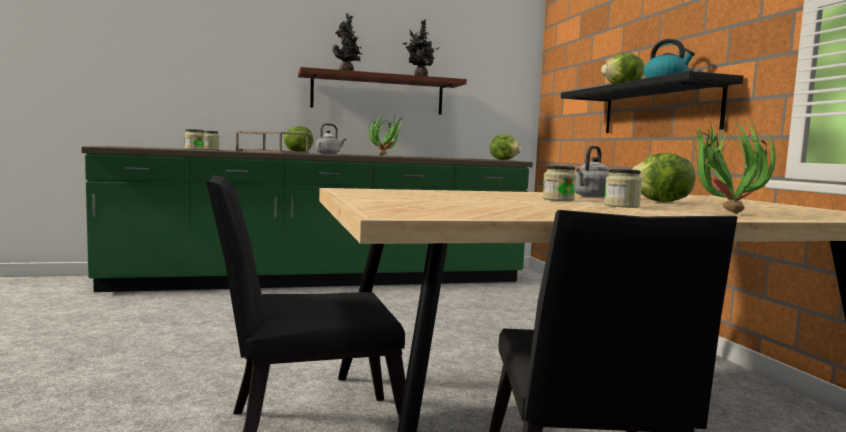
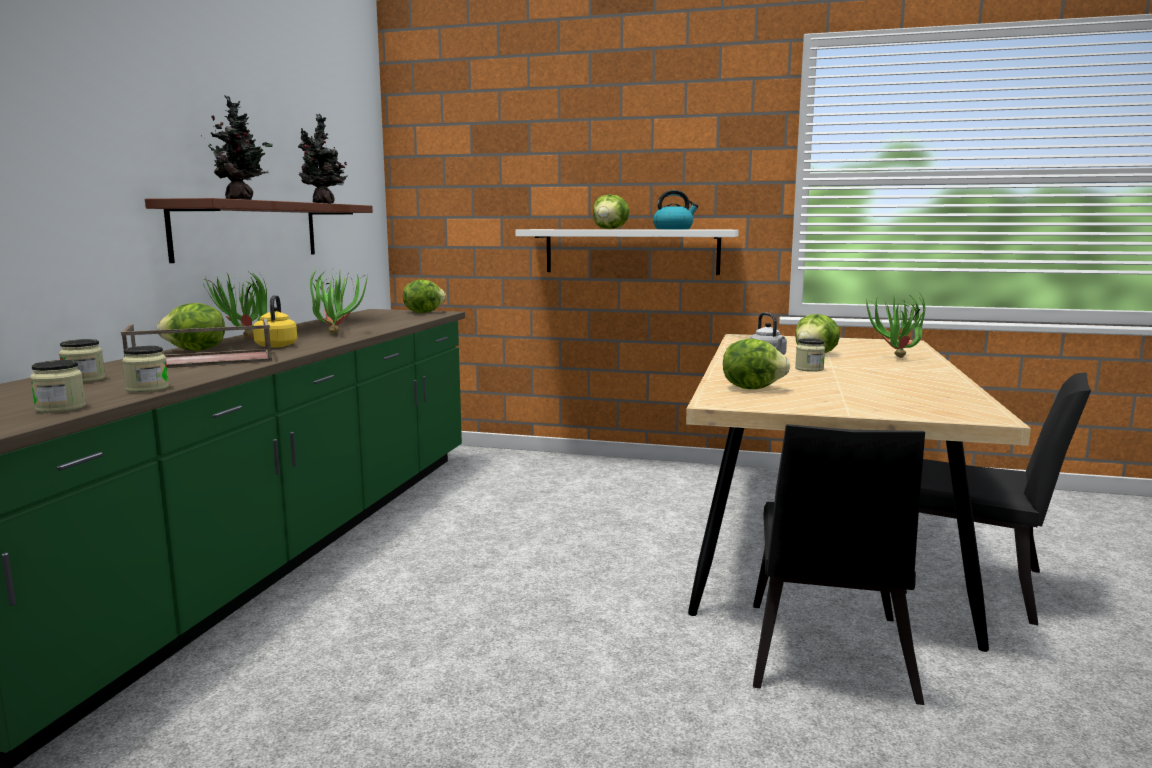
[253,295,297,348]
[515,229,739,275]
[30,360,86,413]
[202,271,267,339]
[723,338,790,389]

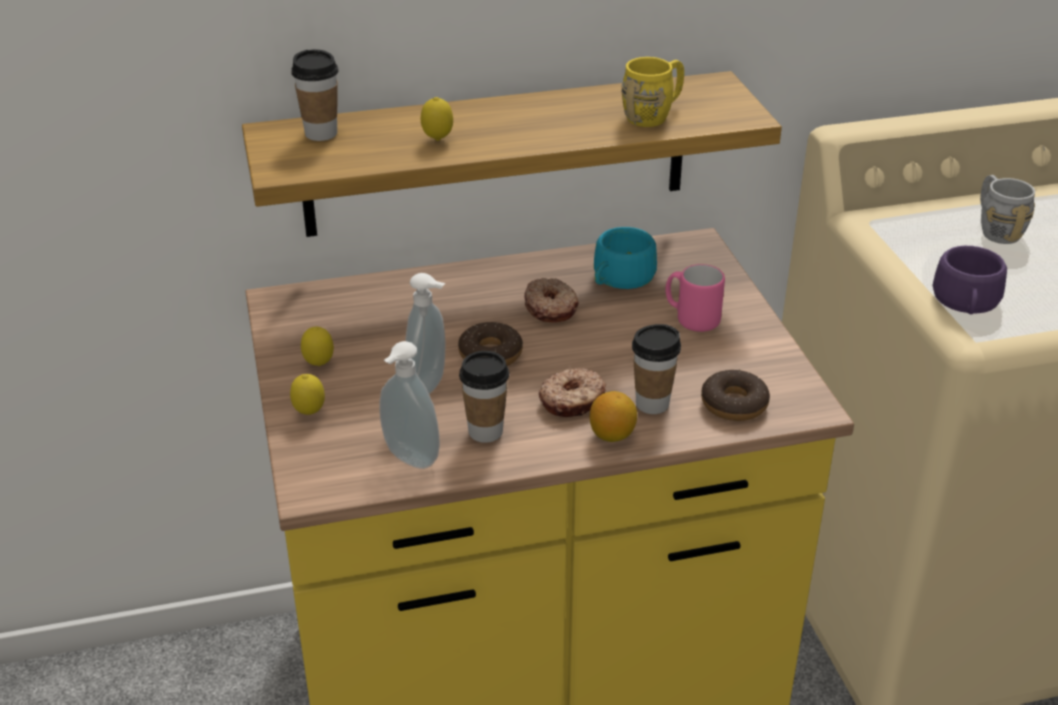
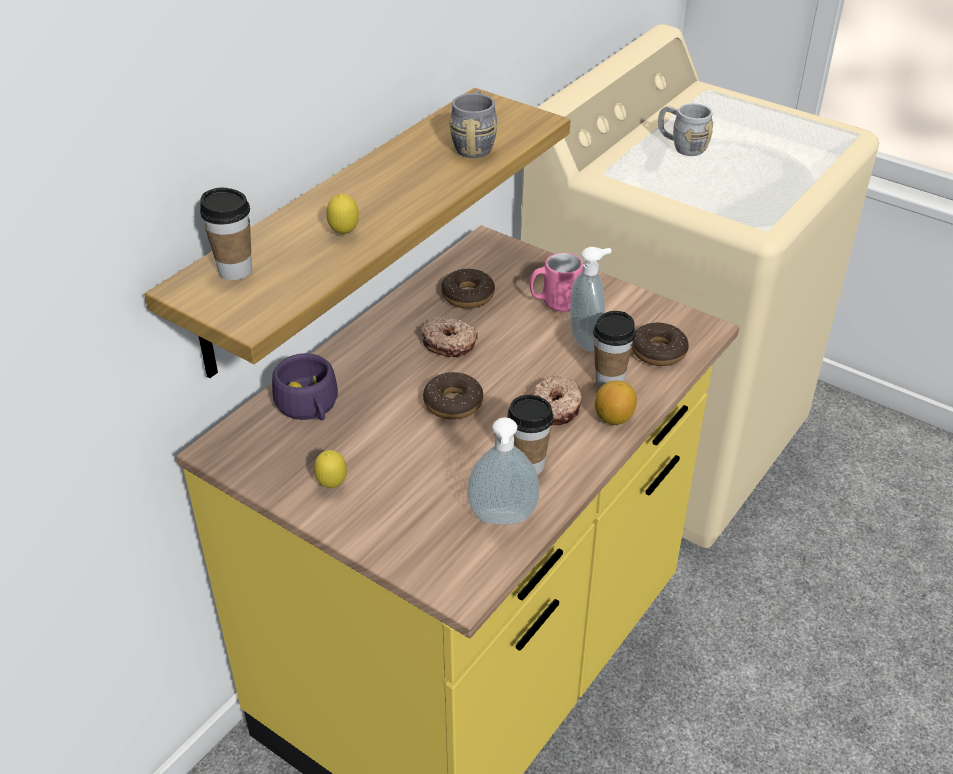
[290,374,325,415] (first image)
[570,247,612,352]
[441,269,495,308]
[449,90,497,158]
[272,353,338,420]

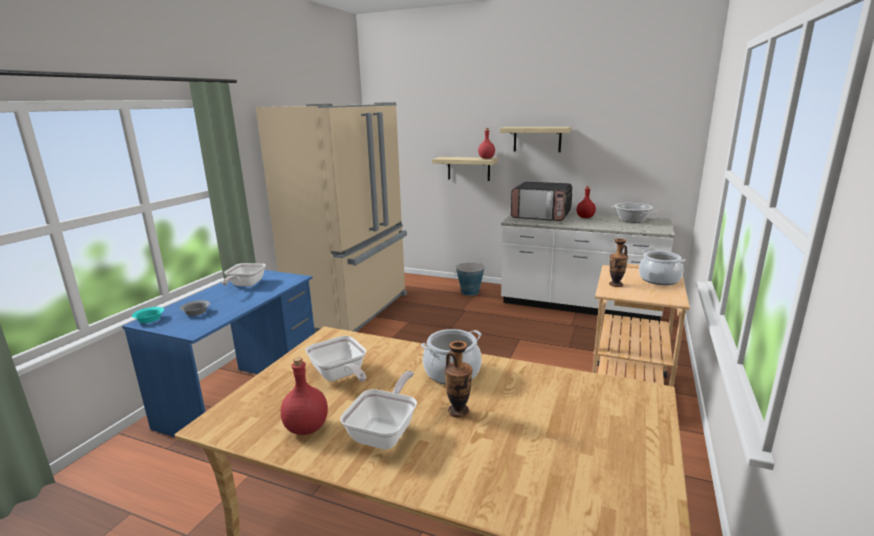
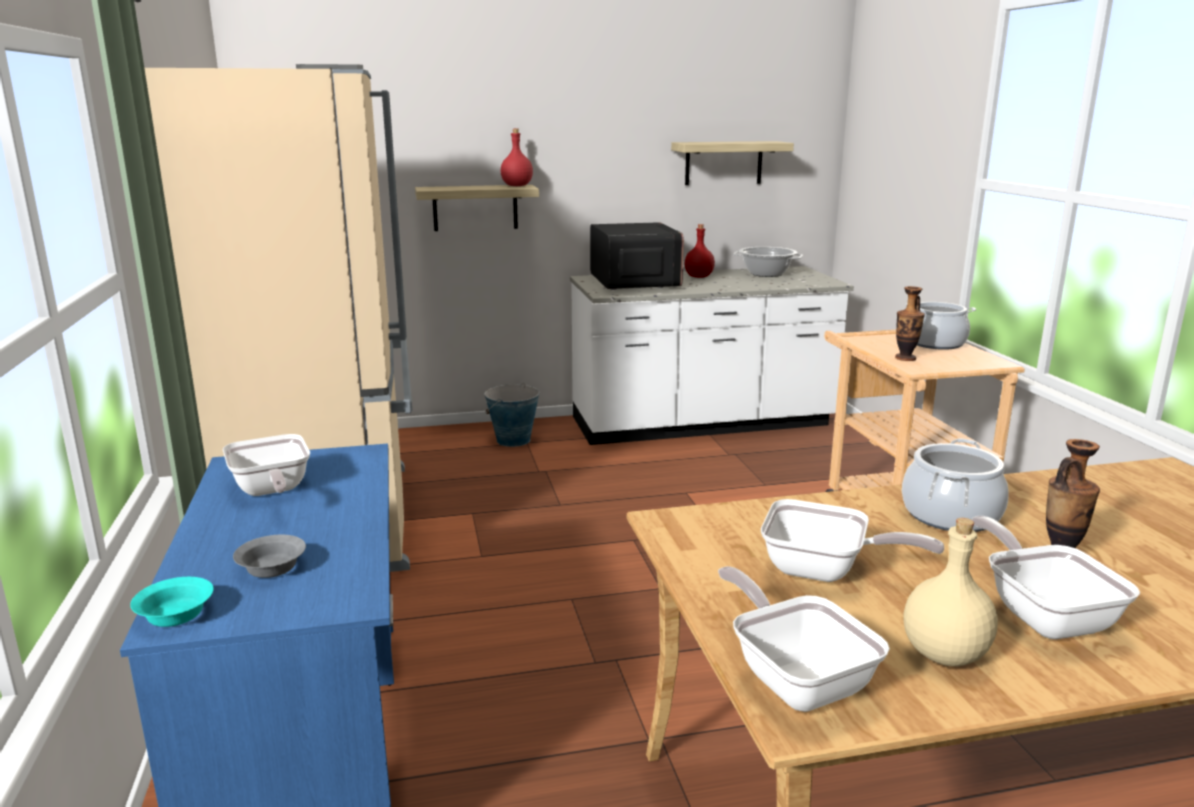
[903,518,998,667]
[671,141,794,185]
[590,222,684,290]
[718,566,890,712]

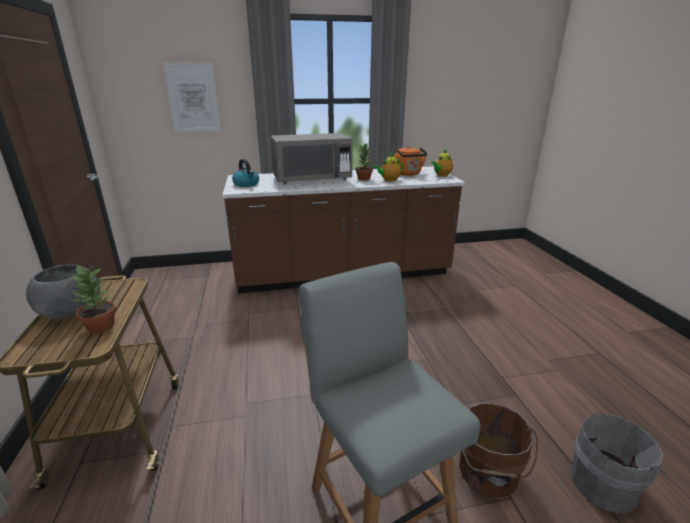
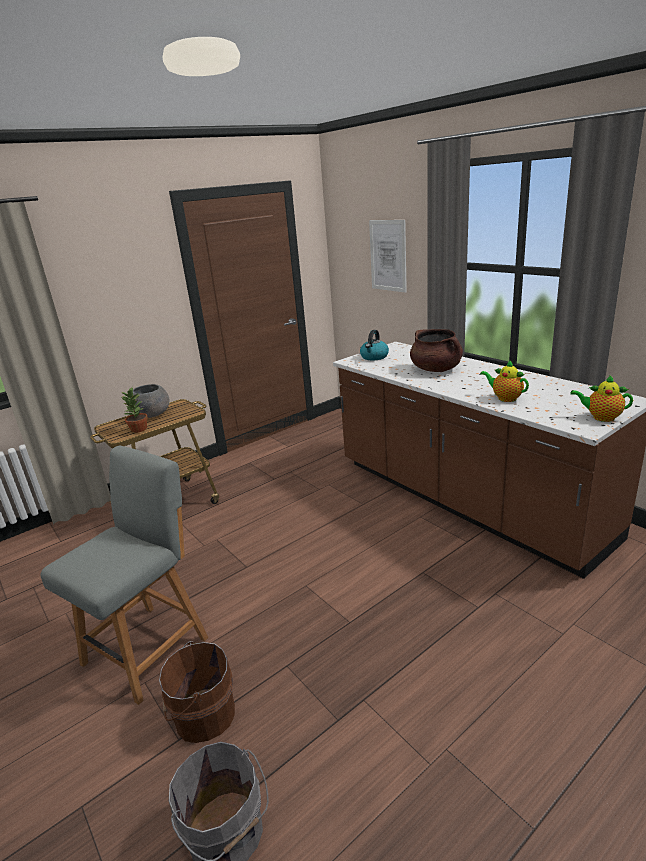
[410,329,463,372]
[356,144,373,180] (first image)
[394,146,427,176] (first image)

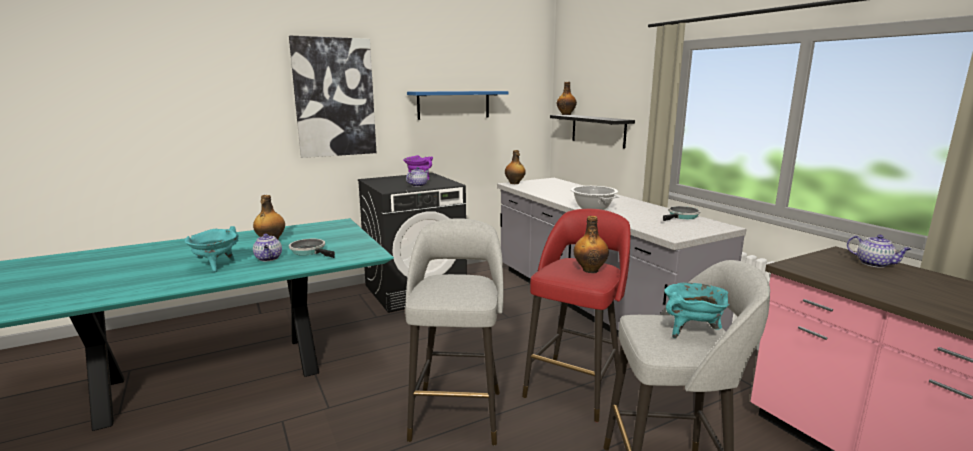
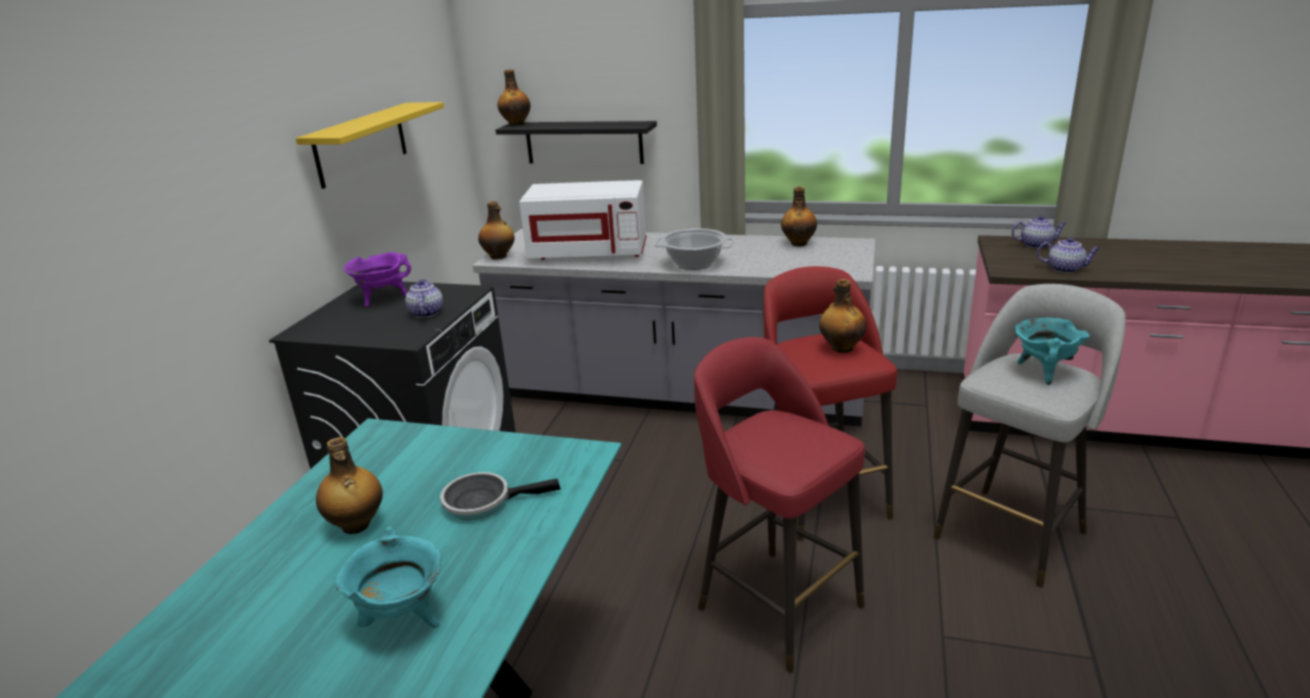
[1037,237,1100,273]
[289,36,376,158] (first image)
[694,337,865,673]
[296,102,444,189]
[781,187,817,247]
[519,180,647,260]

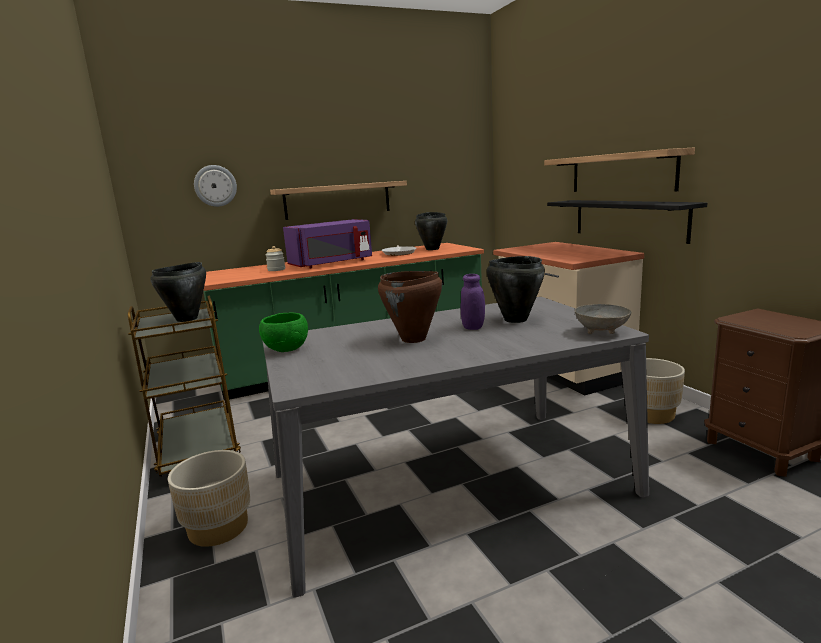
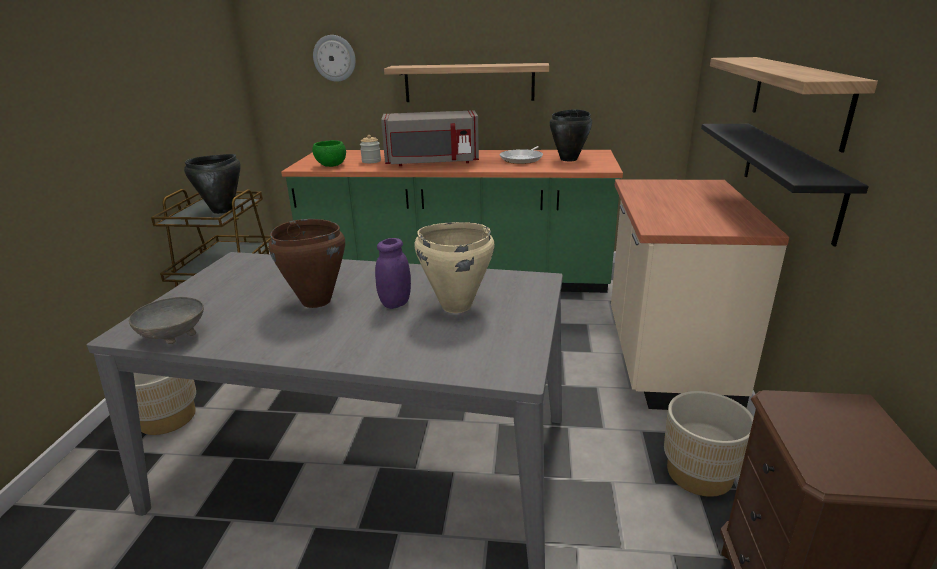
[312,140,346,167]
[381,110,479,166]
[414,222,495,313]
[129,297,204,344]

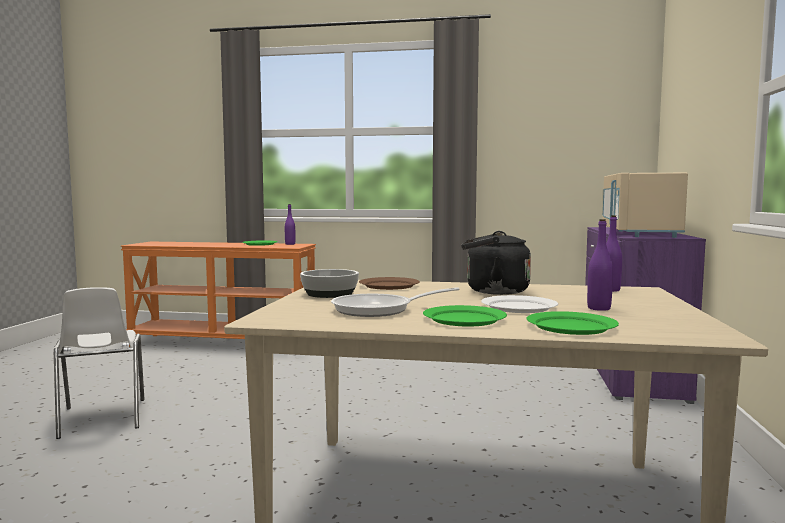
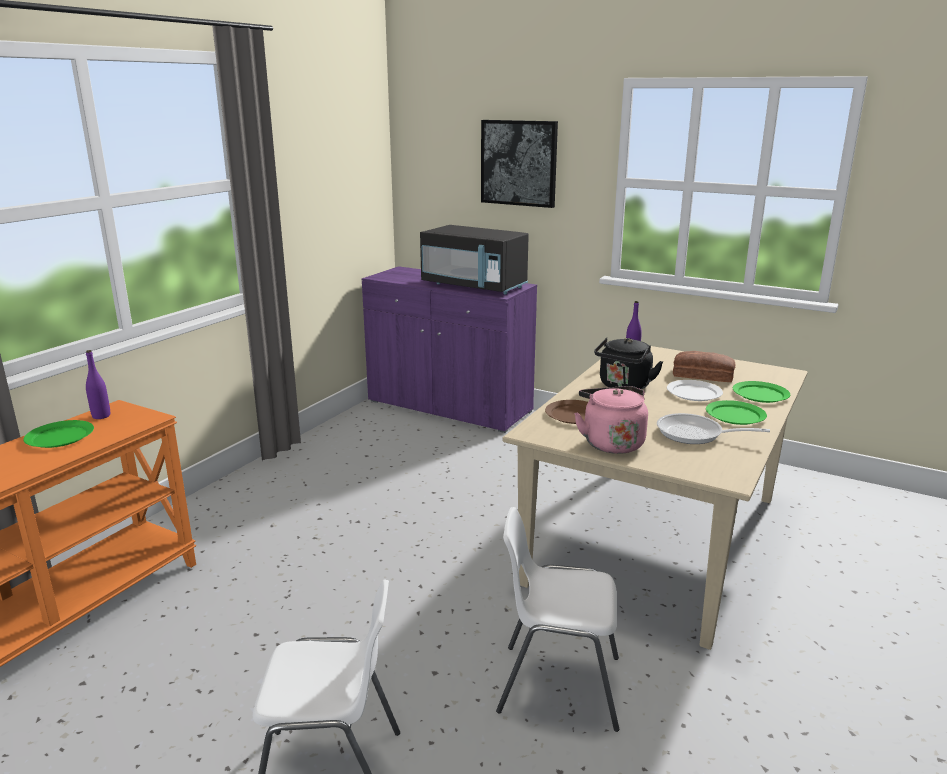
[574,386,648,454]
[657,413,770,444]
[673,351,735,382]
[420,225,529,295]
[481,120,558,208]
[496,507,619,732]

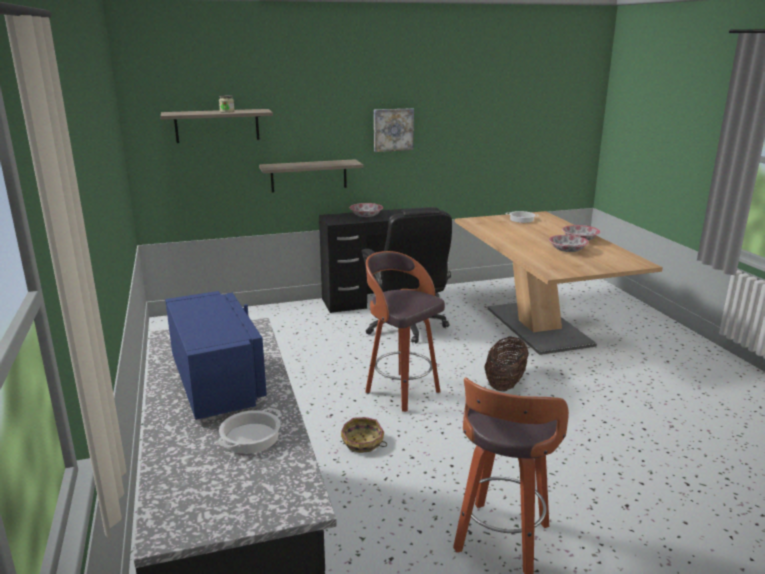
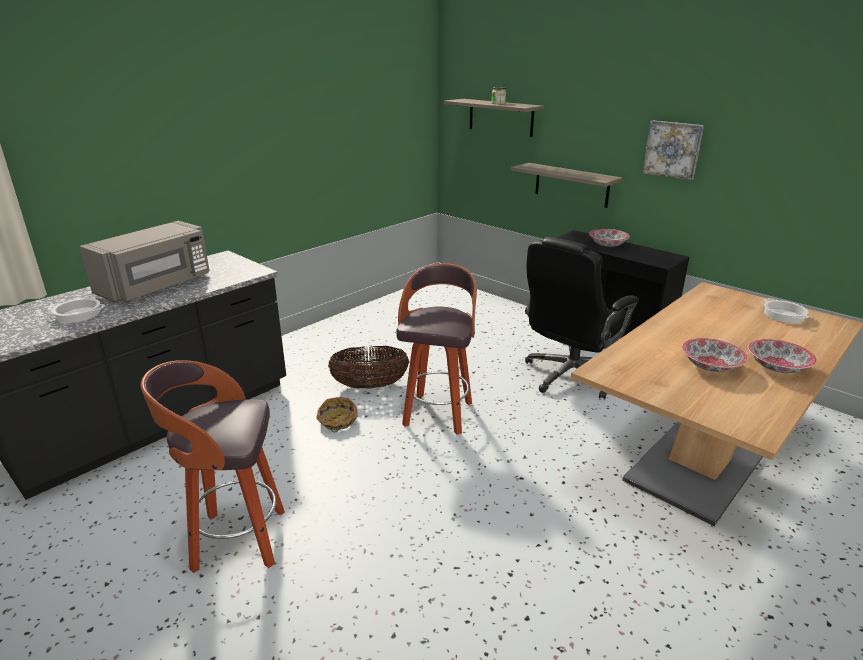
[79,221,210,303]
[328,346,409,389]

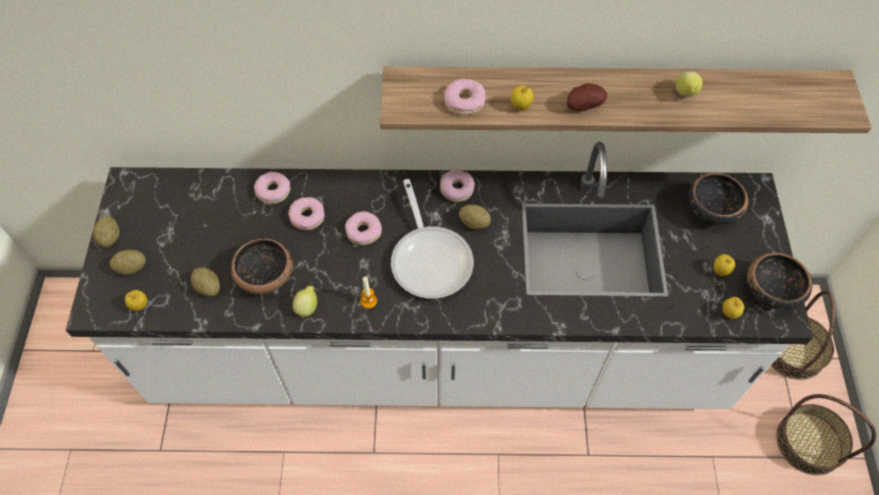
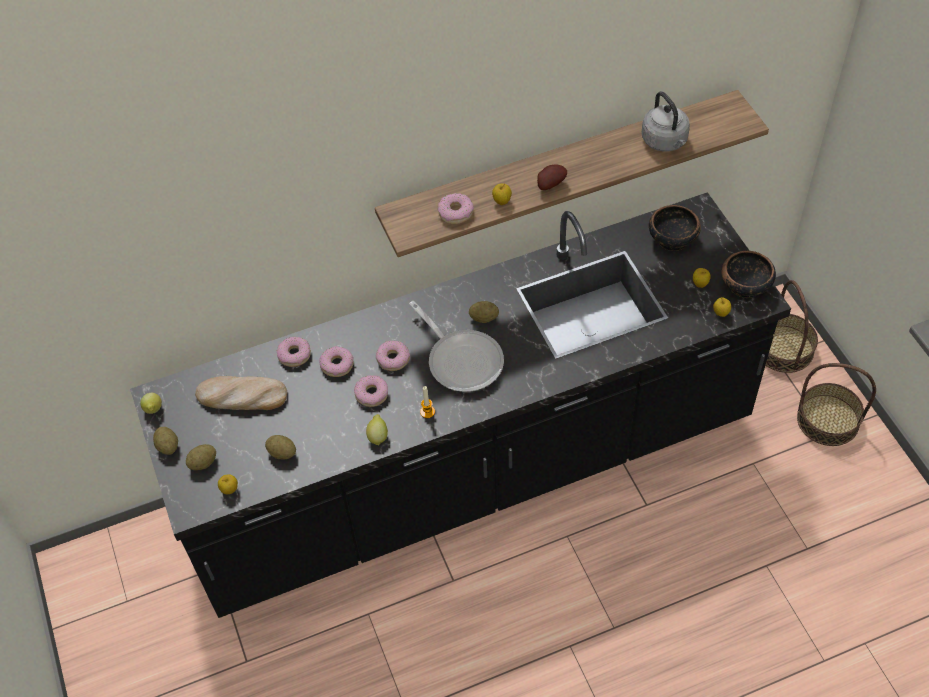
[130,192,791,618]
[230,238,293,294] (first image)
[354,375,388,407]
[140,393,162,414]
[195,376,287,410]
[642,91,690,151]

